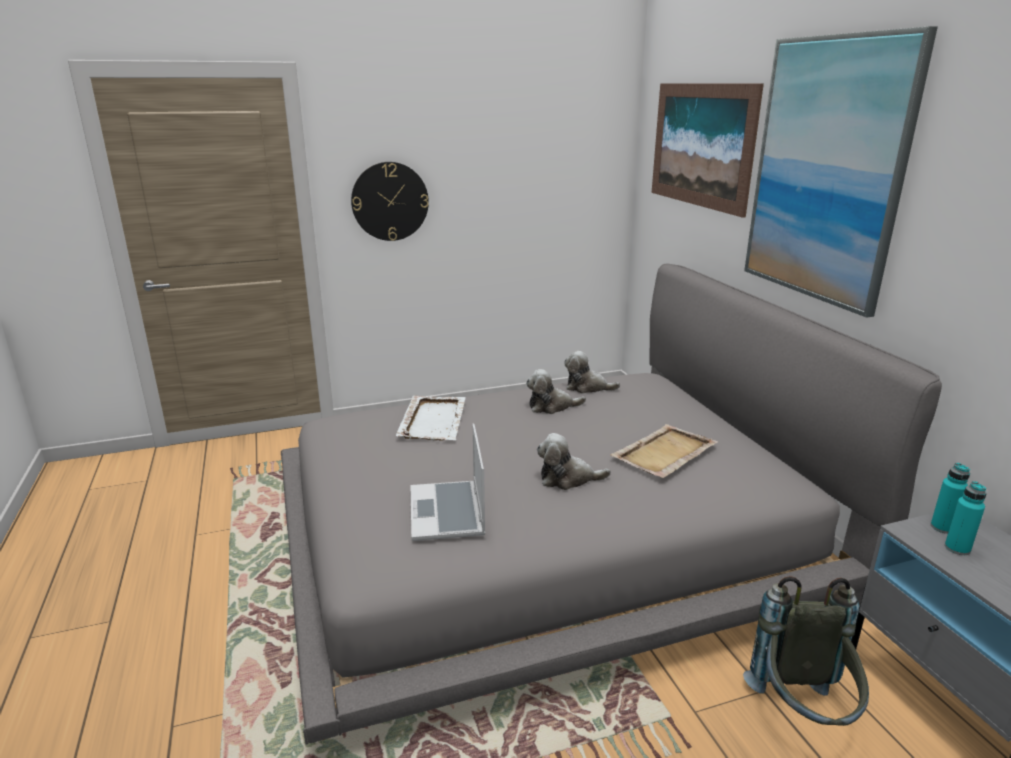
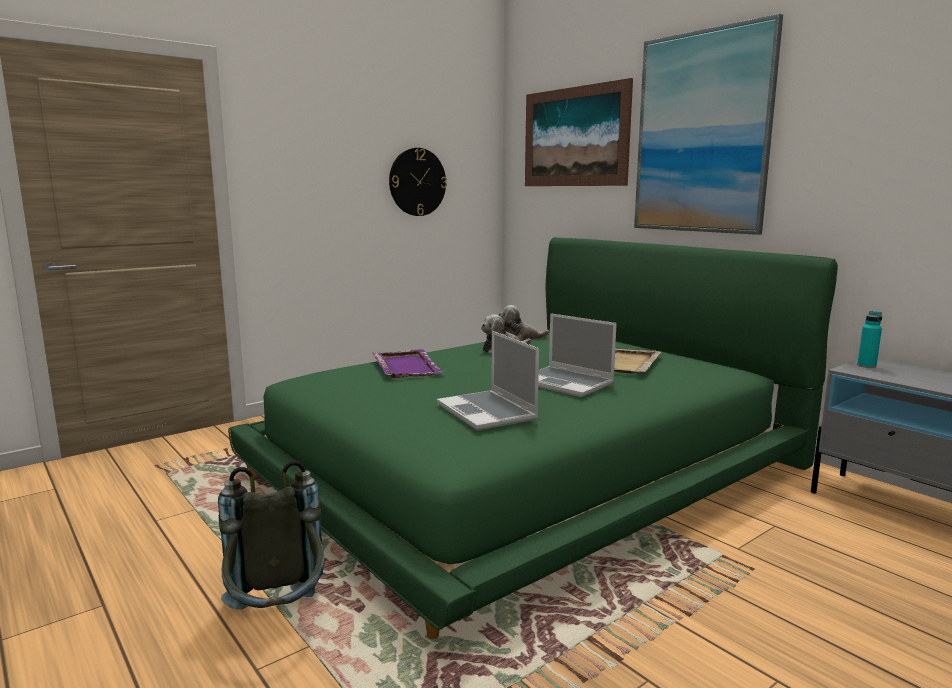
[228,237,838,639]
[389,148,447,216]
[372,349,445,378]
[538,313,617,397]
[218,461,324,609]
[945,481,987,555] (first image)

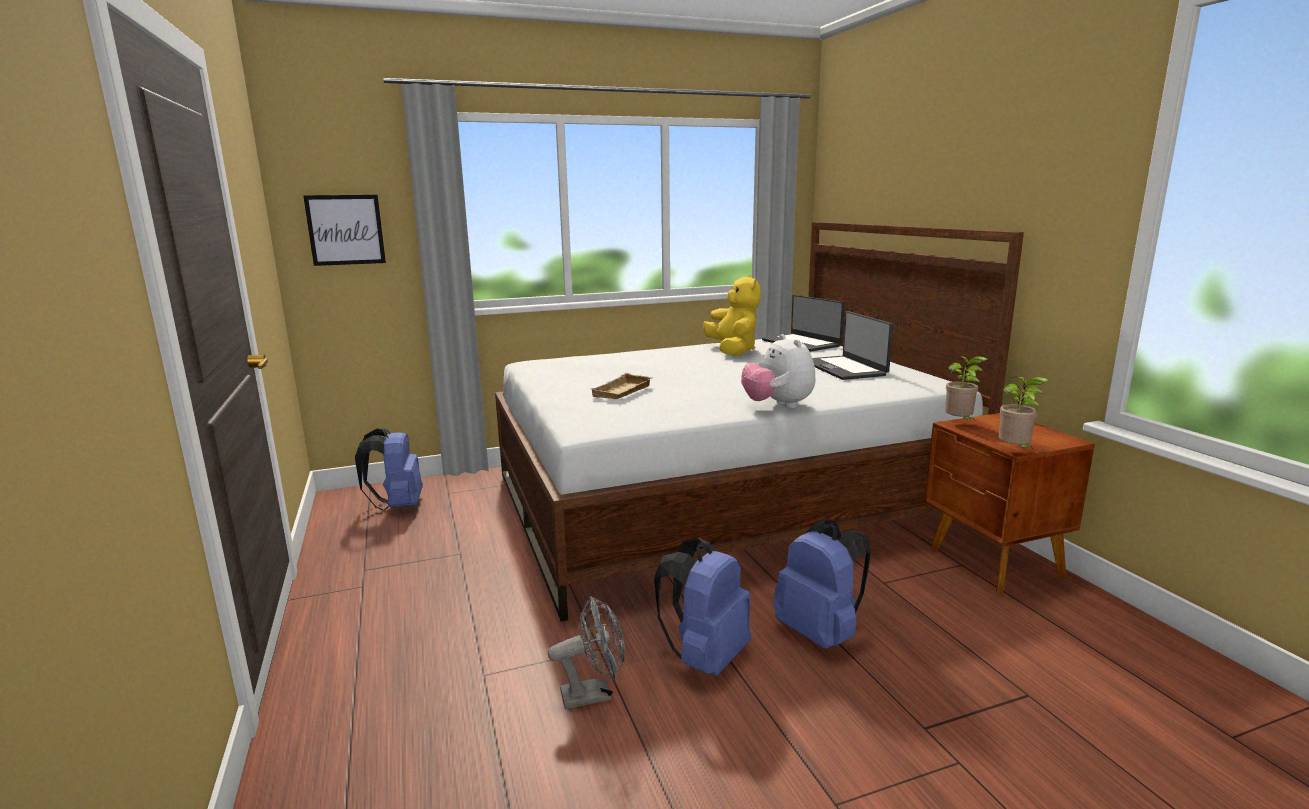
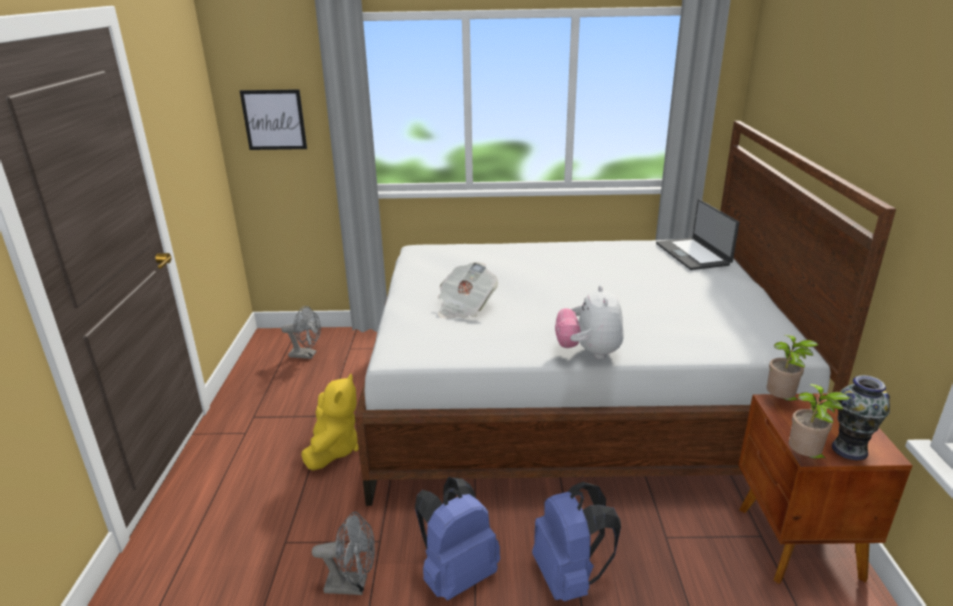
[281,306,321,359]
[438,262,498,319]
[301,374,359,471]
[812,311,893,380] (first image)
[832,375,890,460]

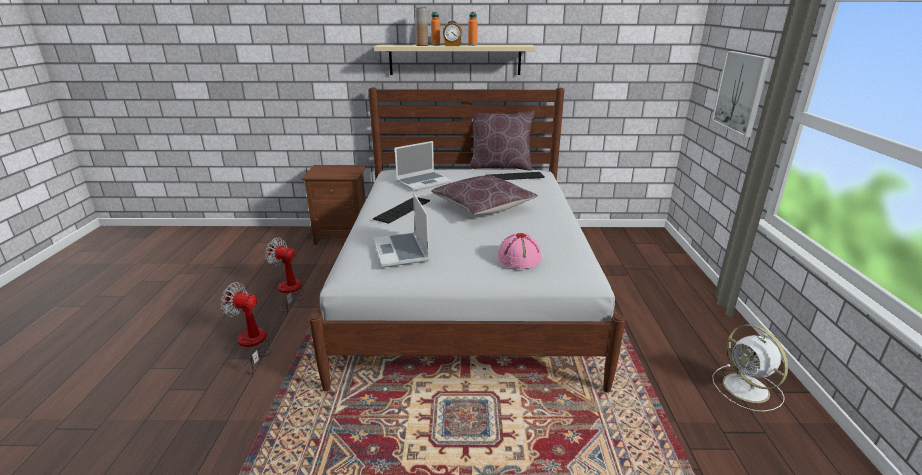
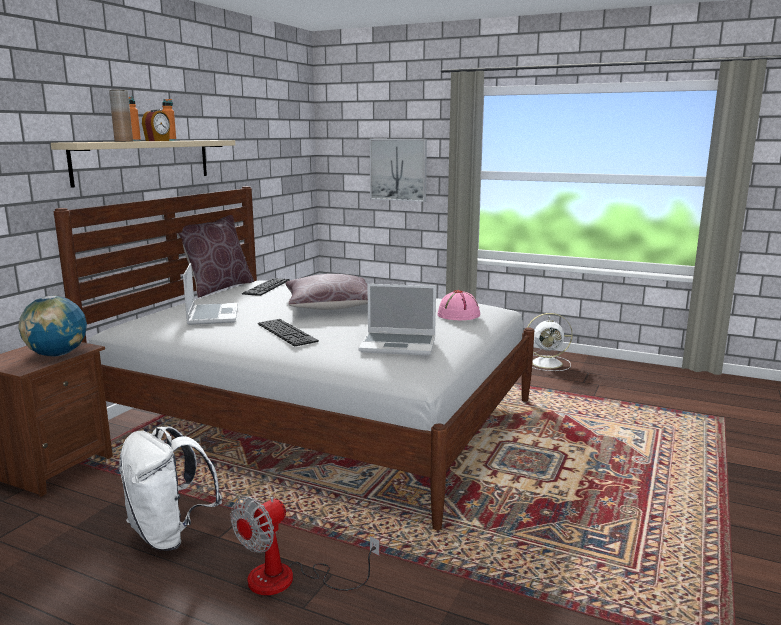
[119,426,222,551]
[18,296,87,357]

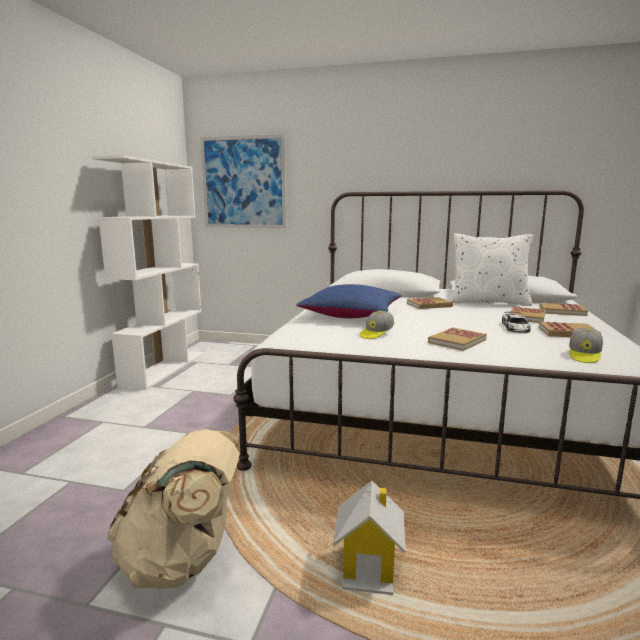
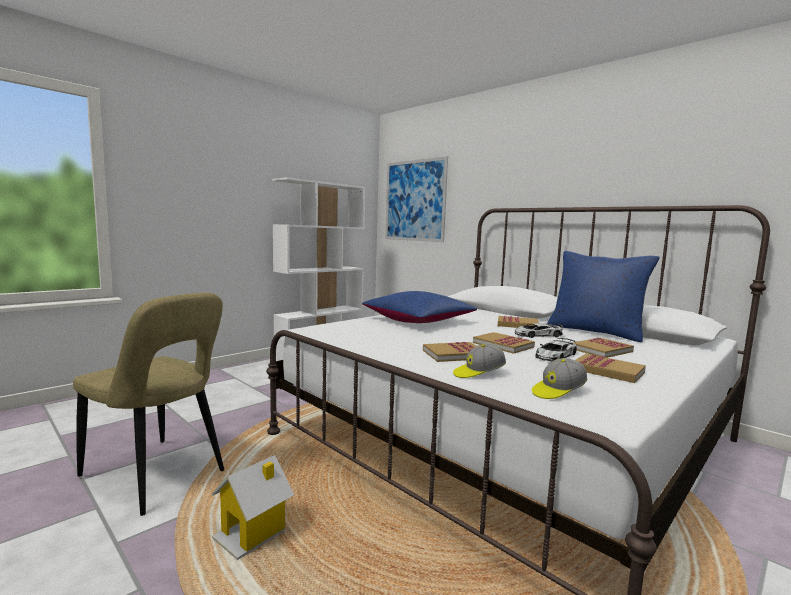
[73,292,224,516]
[453,344,506,378]
[547,251,660,342]
[473,332,535,354]
[515,323,563,338]

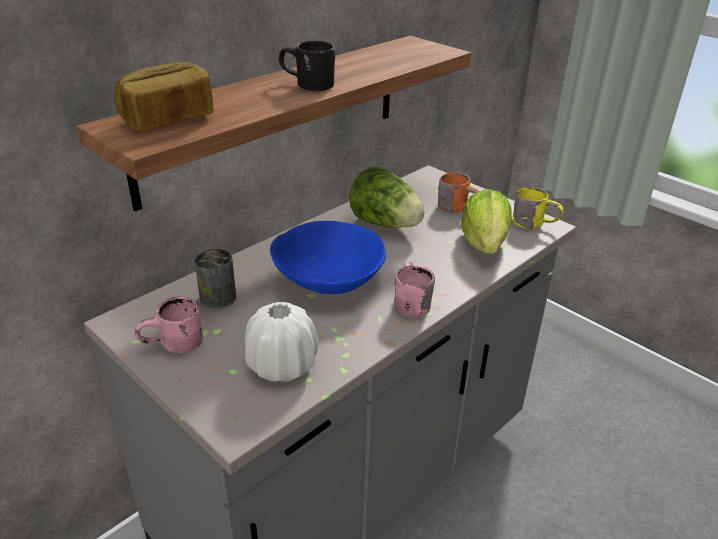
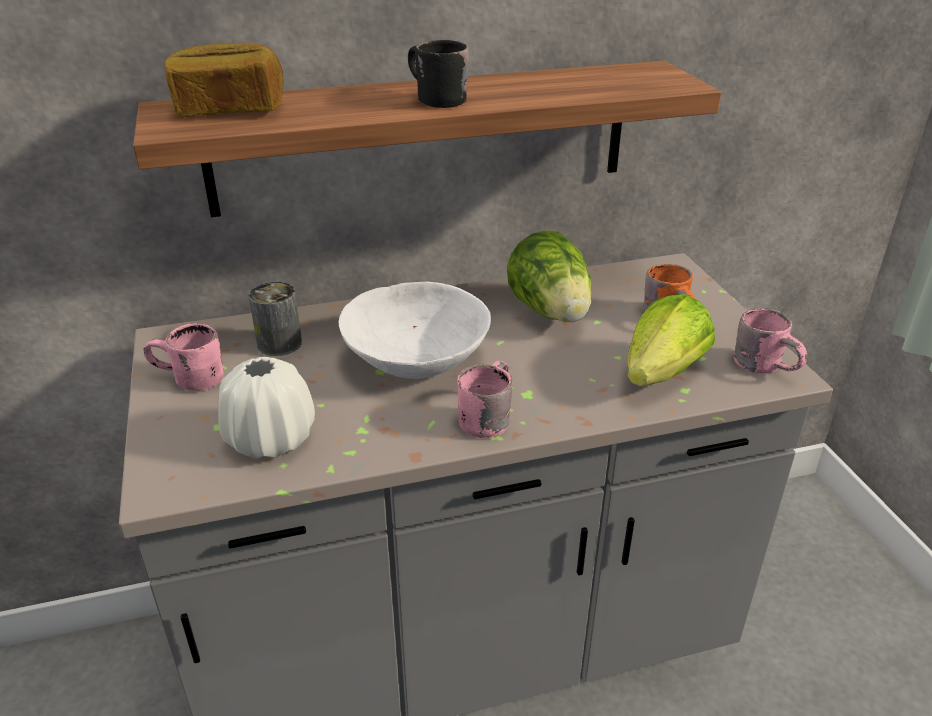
[339,281,491,379]
[734,308,807,373]

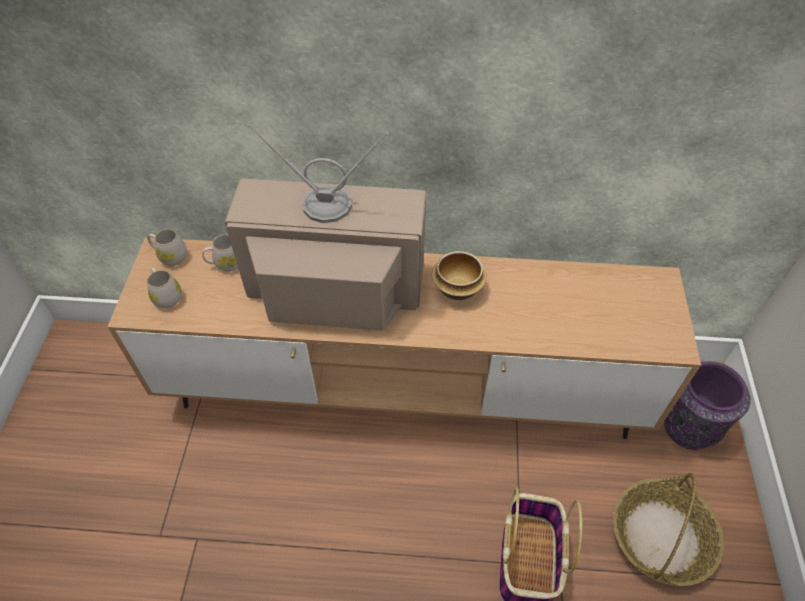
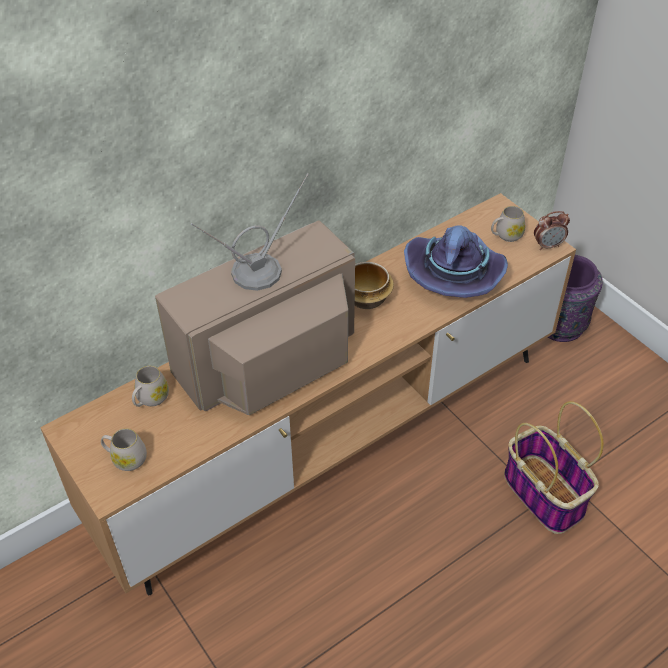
[491,206,525,242]
[613,473,724,586] (first image)
[404,226,508,298]
[534,211,570,250]

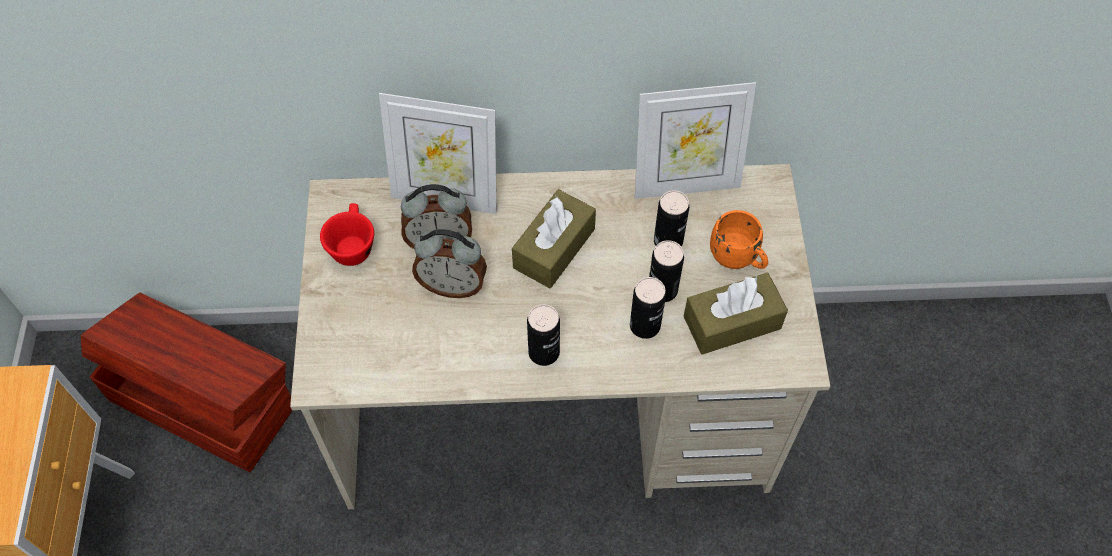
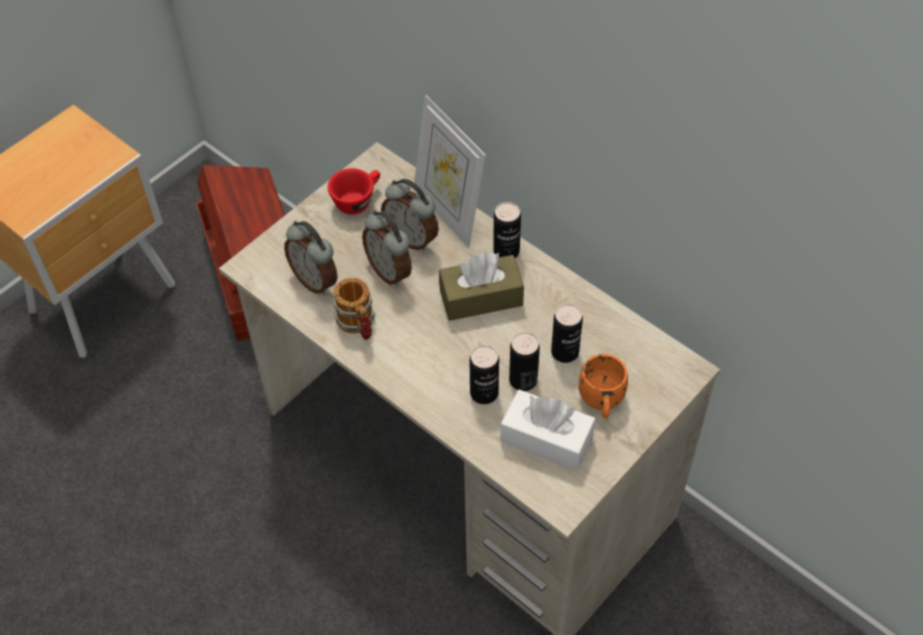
[493,202,521,258]
[635,82,756,199] (first image)
[501,389,596,471]
[284,221,338,295]
[333,277,375,340]

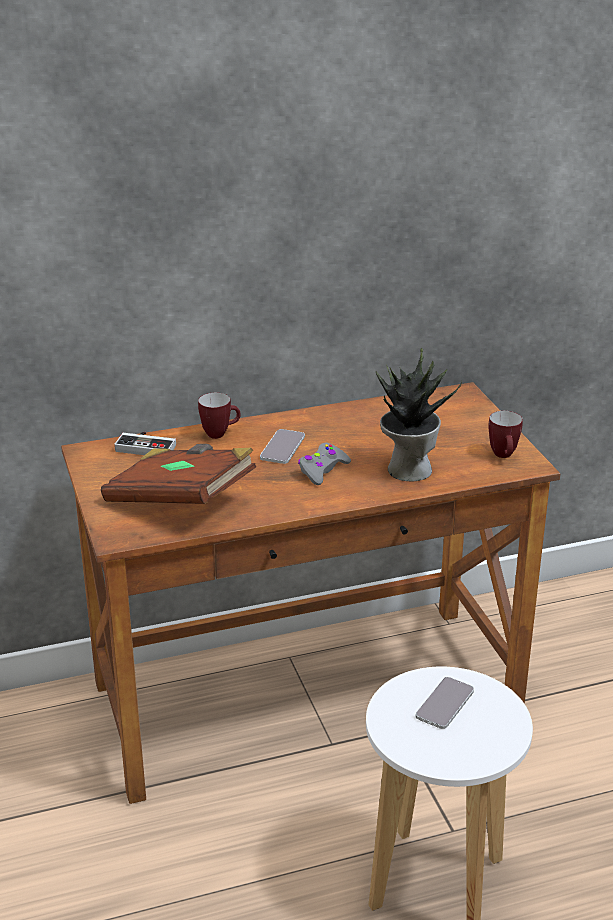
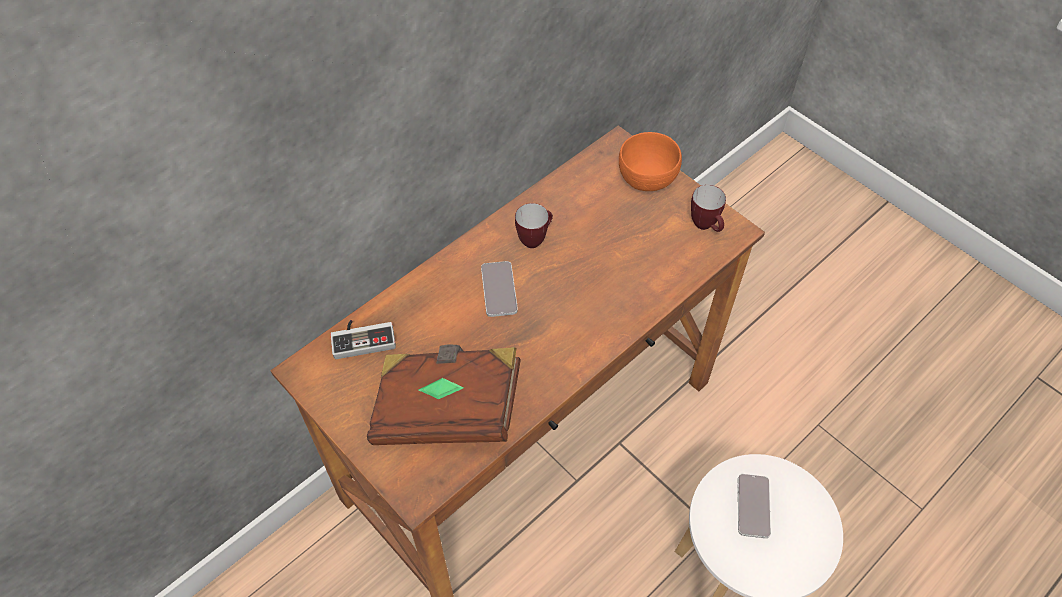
[515,203,553,248]
[298,443,351,485] (first image)
[376,348,462,482] (first image)
[619,132,682,191]

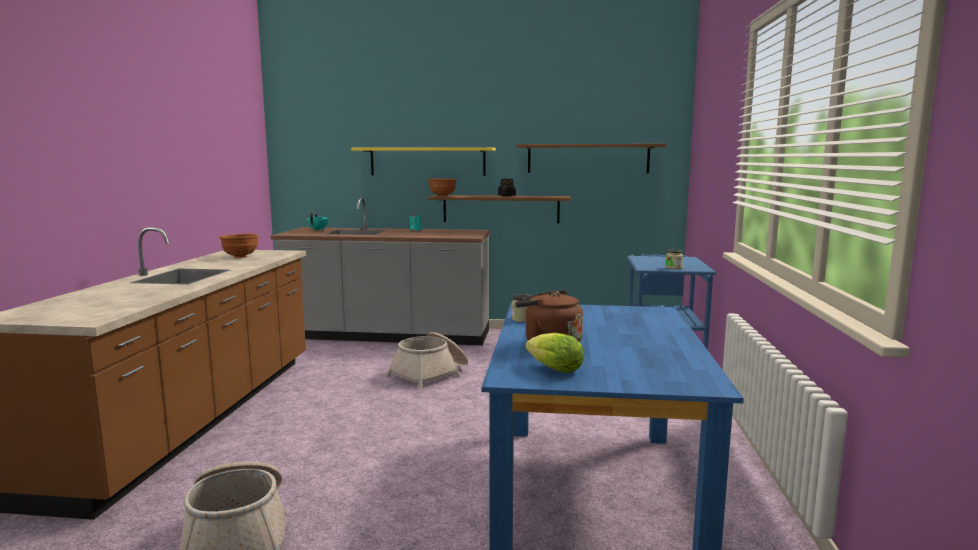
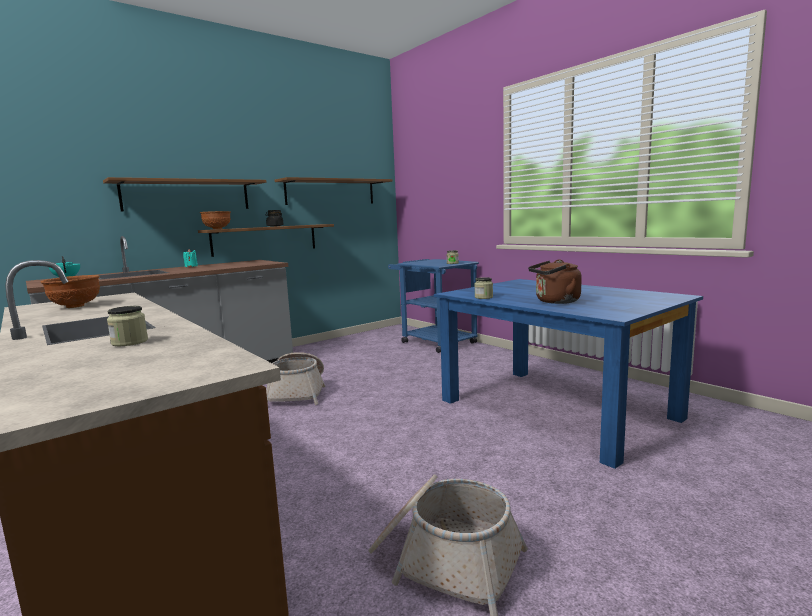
[103,177,267,212]
[526,333,584,373] (first image)
[107,306,148,346]

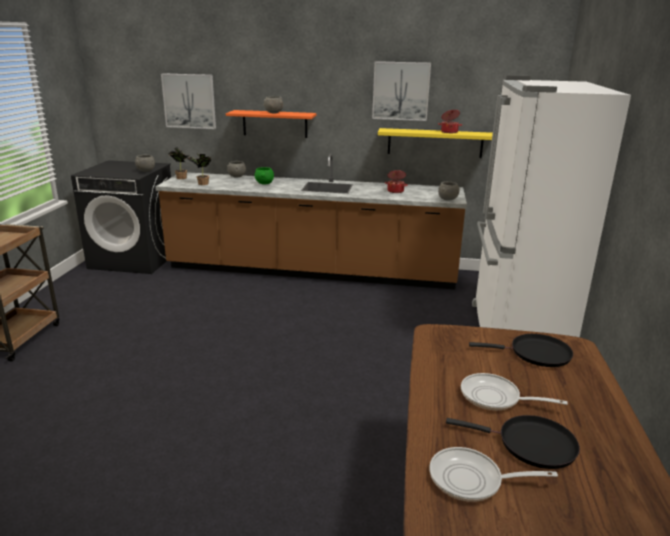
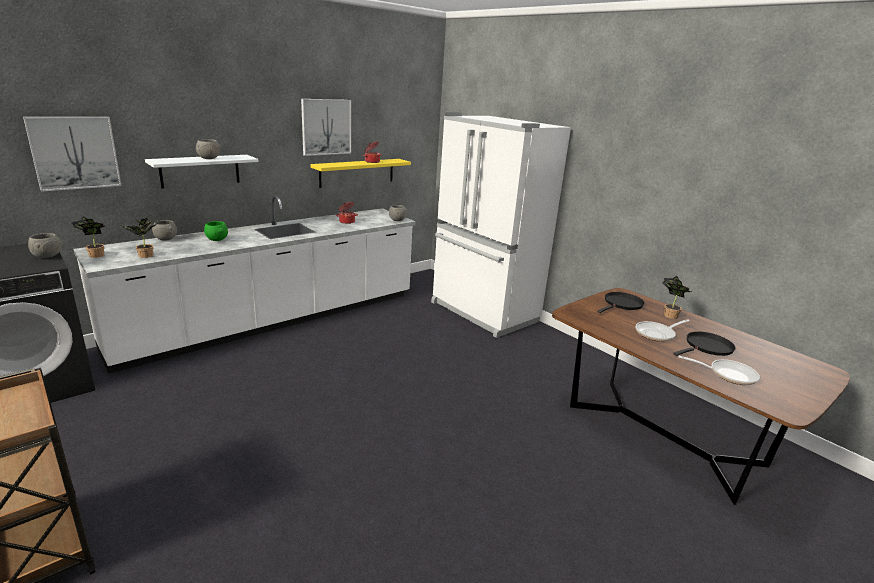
[73,196,416,374]
[145,155,259,189]
[678,356,760,385]
[663,276,691,319]

